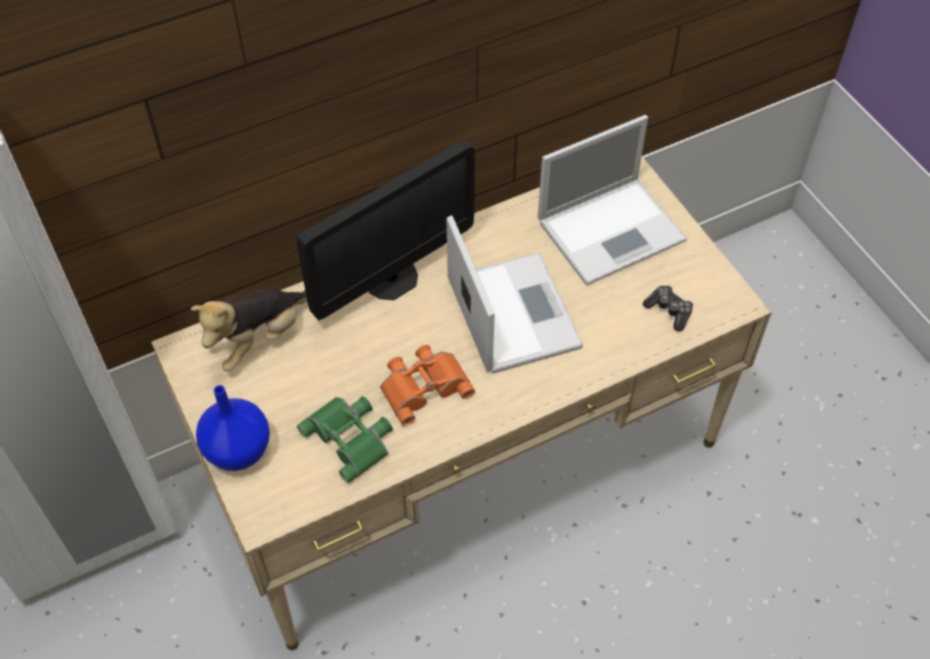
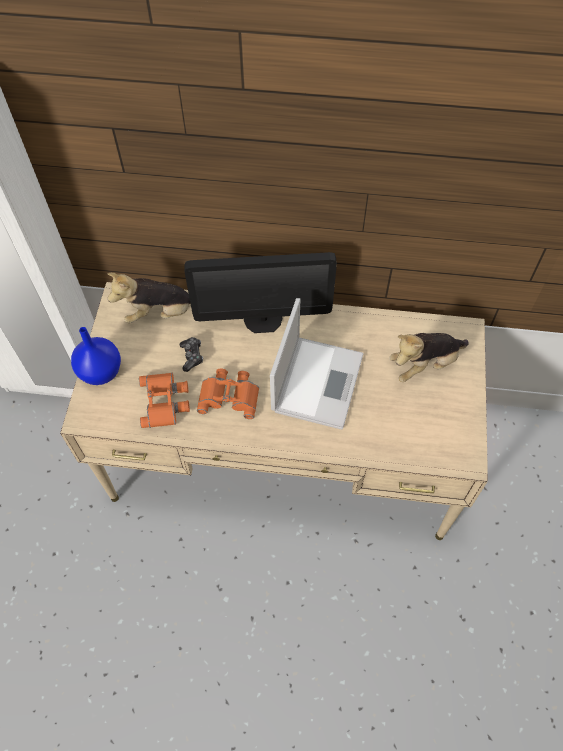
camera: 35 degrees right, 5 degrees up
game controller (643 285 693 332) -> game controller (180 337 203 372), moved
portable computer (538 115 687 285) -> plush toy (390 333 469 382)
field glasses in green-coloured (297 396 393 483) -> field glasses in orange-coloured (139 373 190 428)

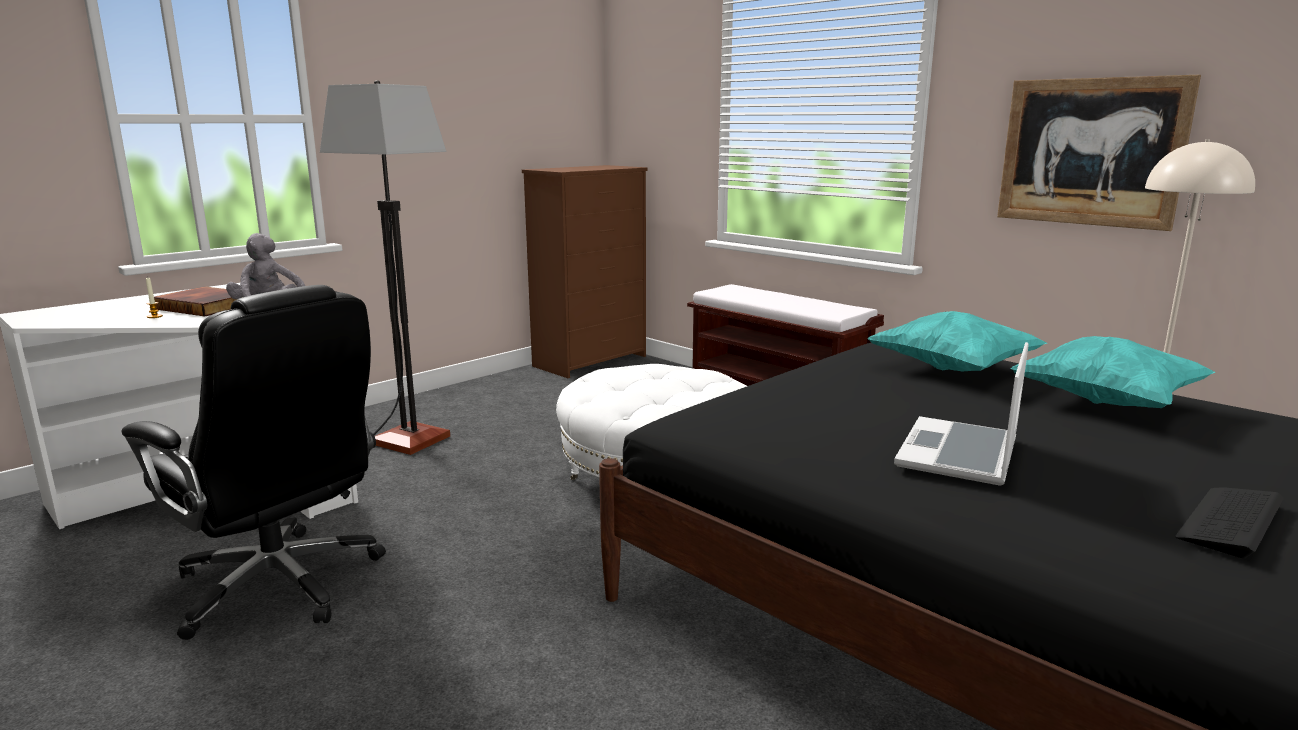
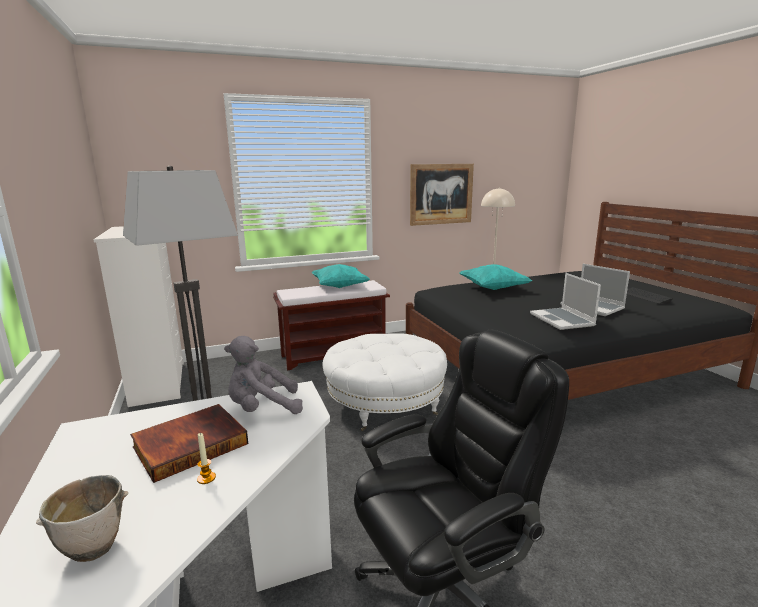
camera: 65 degrees left, 0 degrees up
none -> bowl (36 475 128 562)
none -> portable computer (530 273 601 330)
cushion in turquoise-coloured (1010 336 1215 408) -> cushion in turquoise-coloured (311 264 370 288), moved
chest of drawers in brown-coloured (522 165 648 378) -> chest of drawers in white-coloured (93 226 184 407)

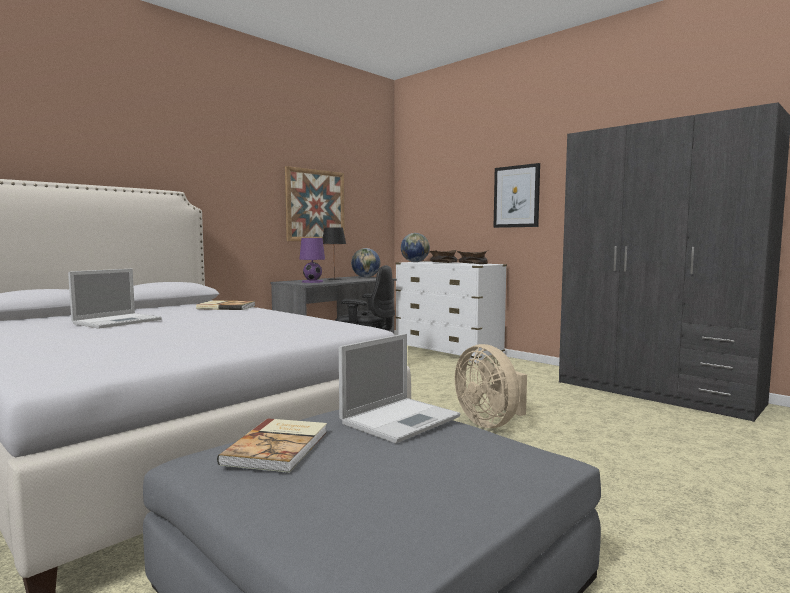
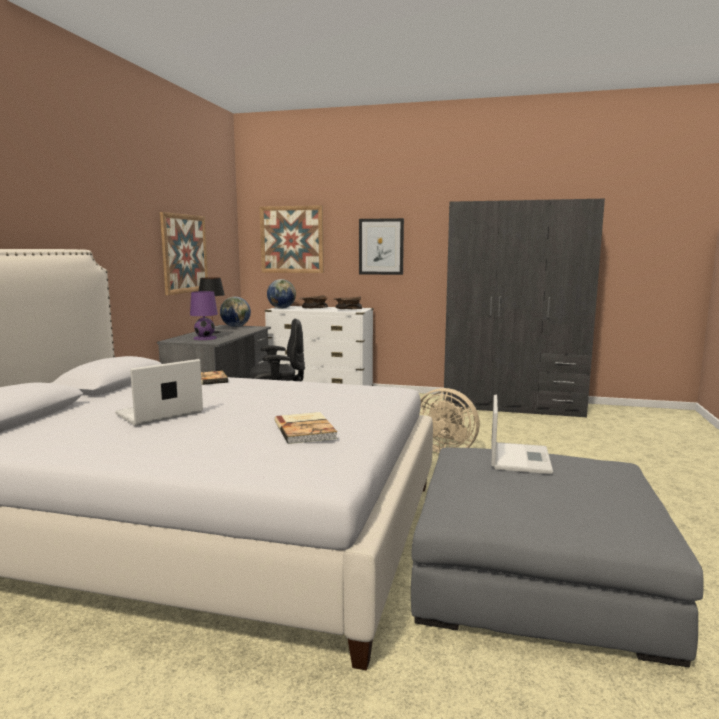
camera: 30 degrees left, 5 degrees up
none -> wall picture (260 205 324 273)
volume (217 418 327 473) -> volume (275 412 338 444), moved
portable computer (68 269 162 329) -> portable computer (115 359 203 426), 135 degrees counterclockwise

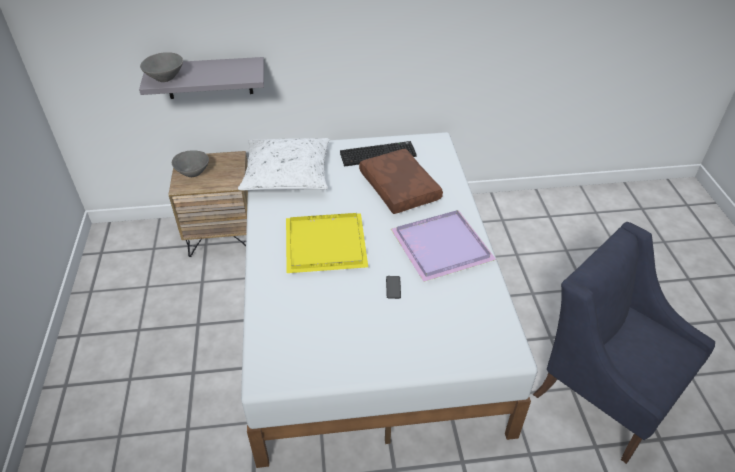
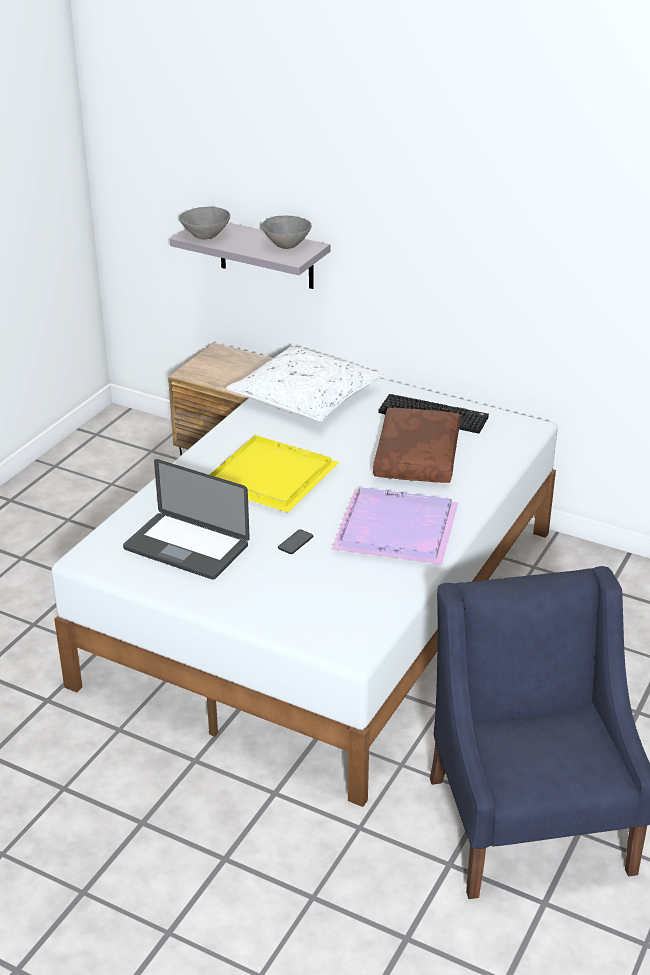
camera: 35 degrees right, 10 degrees down
none -> portable computer (123 459 250 580)
bowl in greyish (172 150 209 177) -> bowl in greyish (262 215 312 249), moved

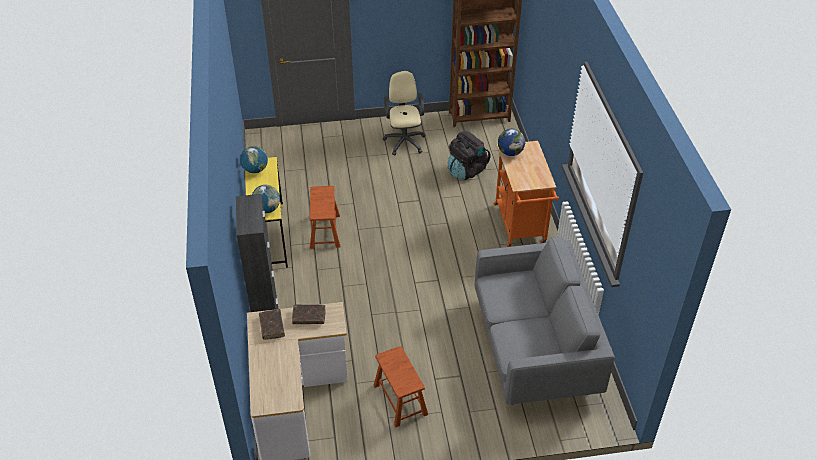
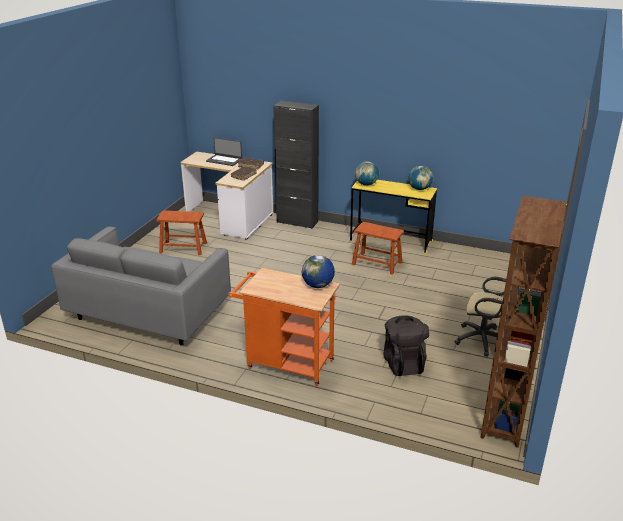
camera: 120 degrees right, 15 degrees down
none -> portable computer (206 137 242 166)

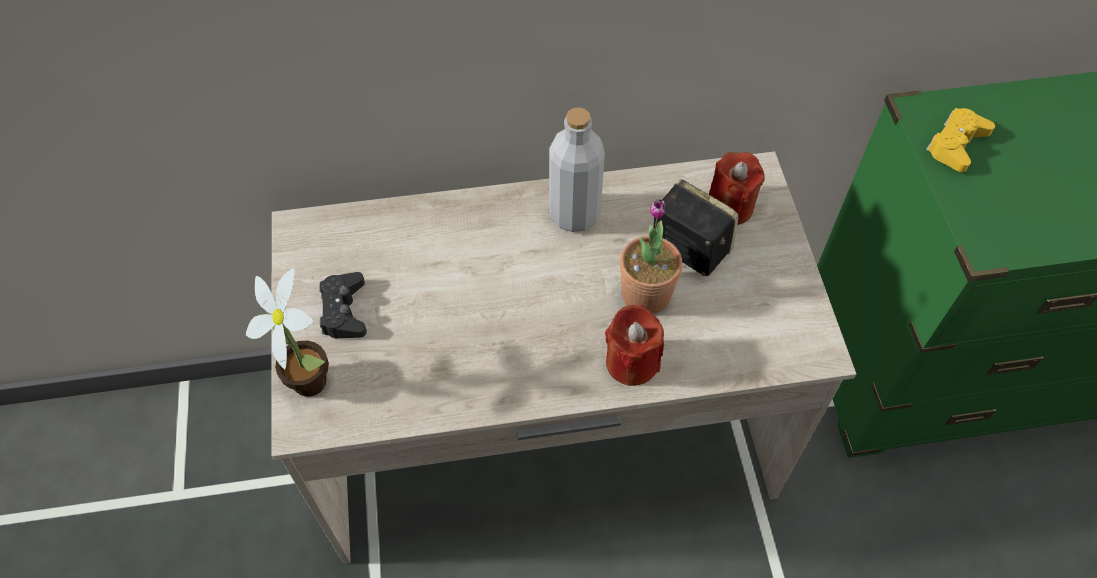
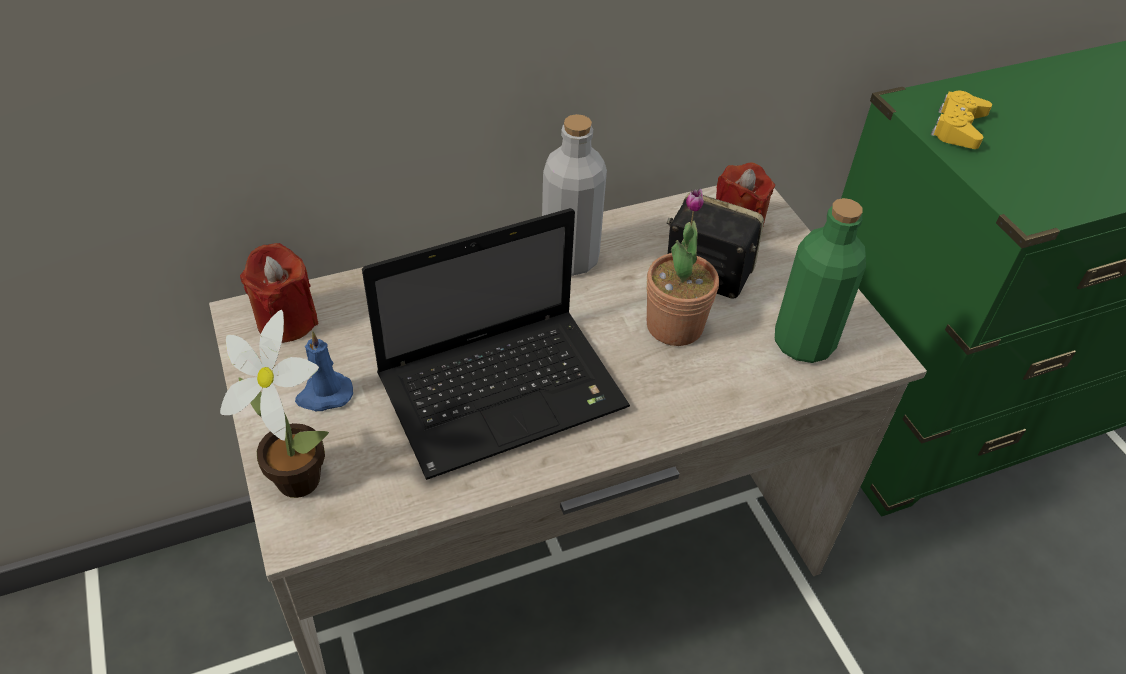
camera: 15 degrees left, 10 degrees down
none -> portable computer (362 208 630 480)
none -> drink bottle in green-coloured (775 198 866 363)
candle in reddish (605 305 664 386) -> candle in reddish (240 243 318 343), moved
game controller in black (319 272 367 338) -> candle in blue-coloured (295 331 353 411)

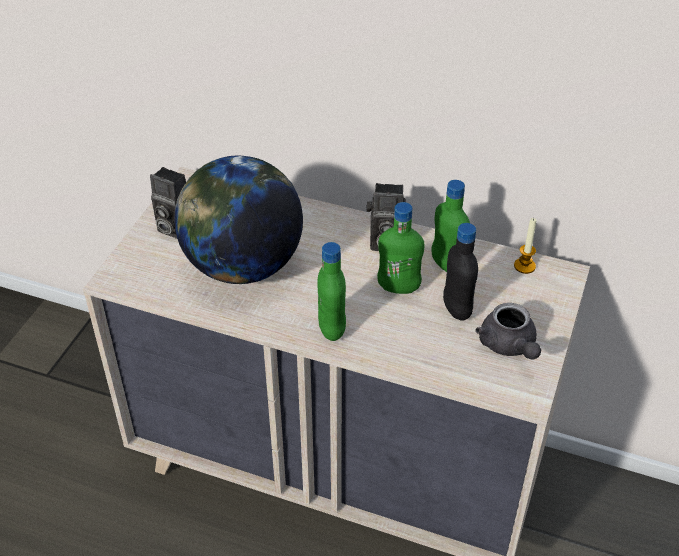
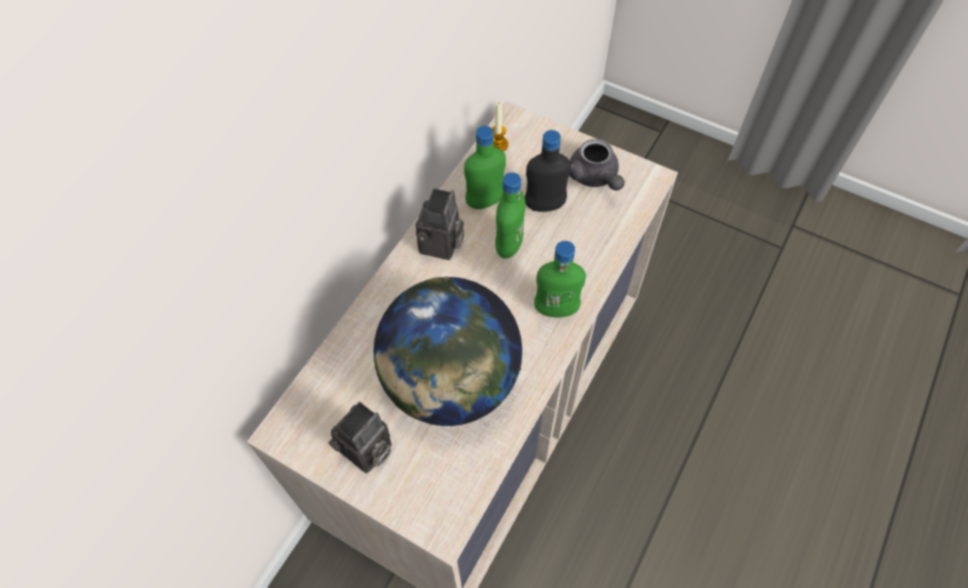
camera: 80 degrees left, 15 degrees up
pot for tea in greyish (475 303 541 360) -> pot for tea in greyish (570 139 625 191), 75 degrees clockwise

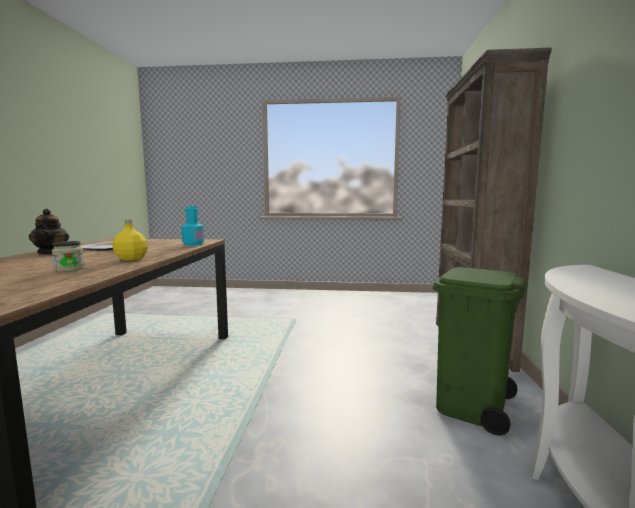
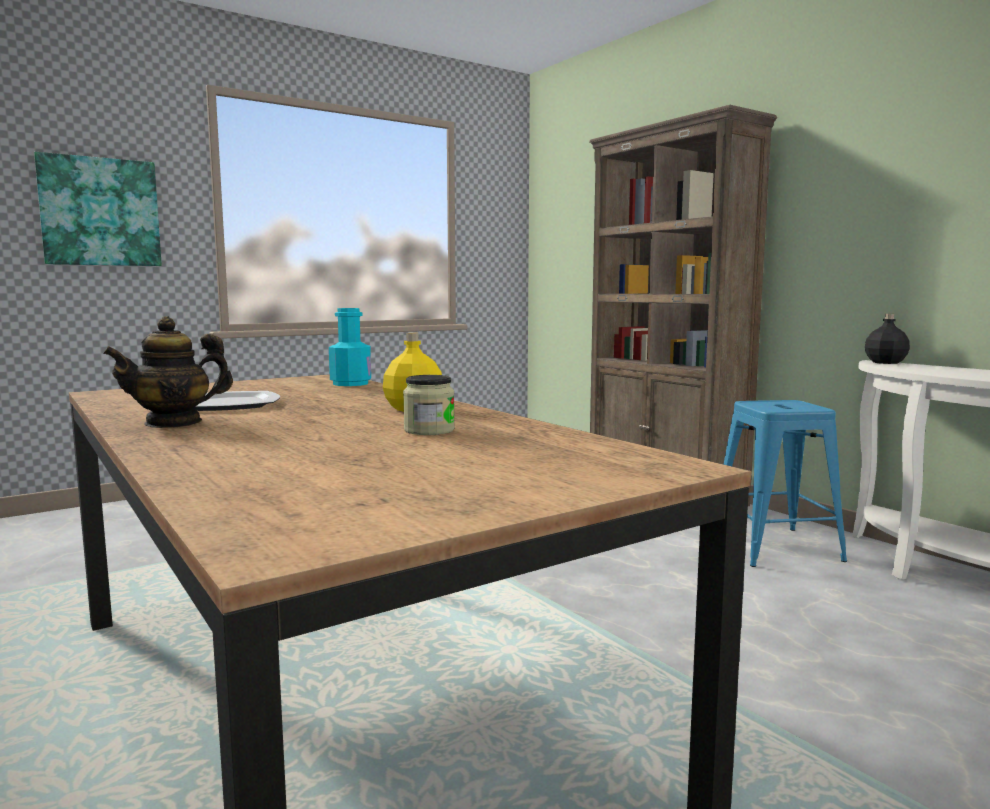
camera: 40 degrees left, 0 degrees up
none -> wall picture (34 152 162 266)
none -> drink bottle in black (865 314 910 364)
waste bin in green-coloured (433 267 526 436) -> stool in blue-coloured (724 400 847 567)
pot for tea (29 209 69 254) -> pot for tea (103 316 233 428), 120 degrees clockwise

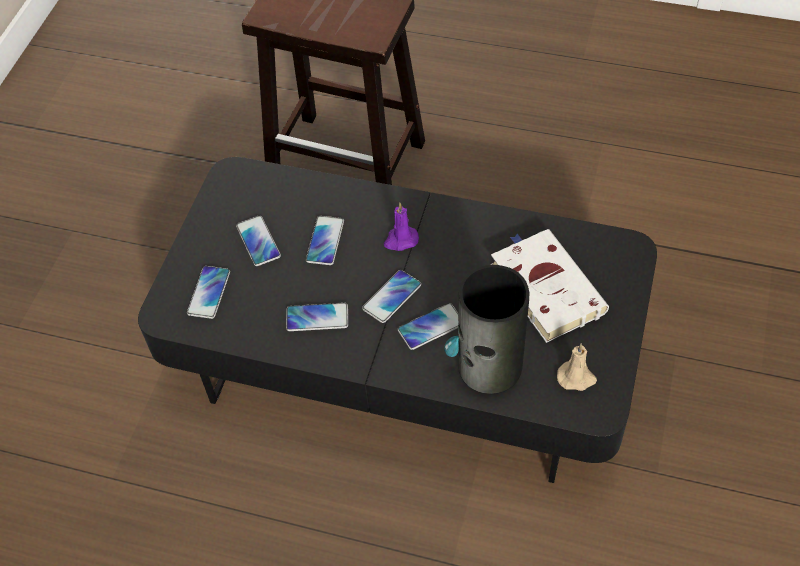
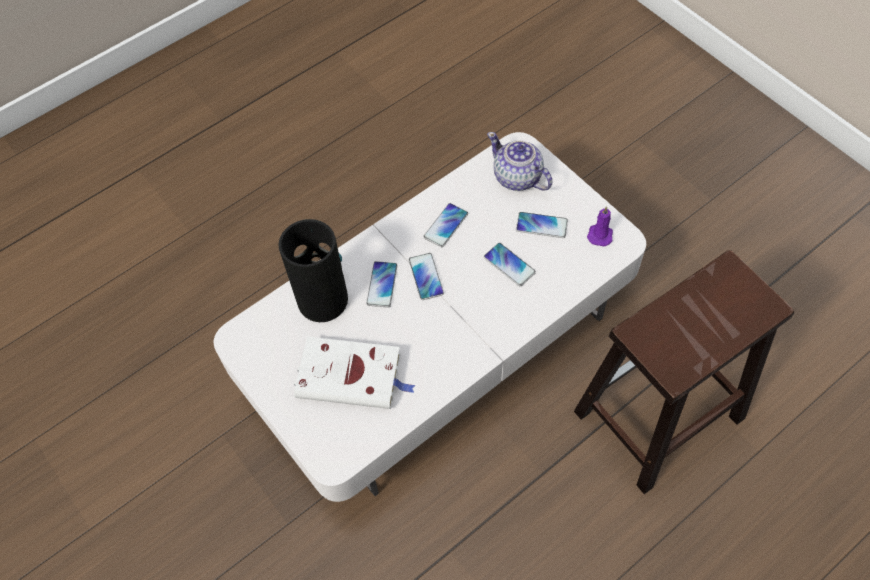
camera: 125 degrees right, 5 degrees up
candle in beige-coloured (557 343 597 391) -> none
candle in purple-coloured (384 203 419 251) -> candle in purple-coloured (587 206 613 246), moved
phone (187 266 230 319) -> pot for tea (487 132 552 191)
lounge table in black (138 157 657 483) -> lounge table in white-coloured (214 132 646 502)

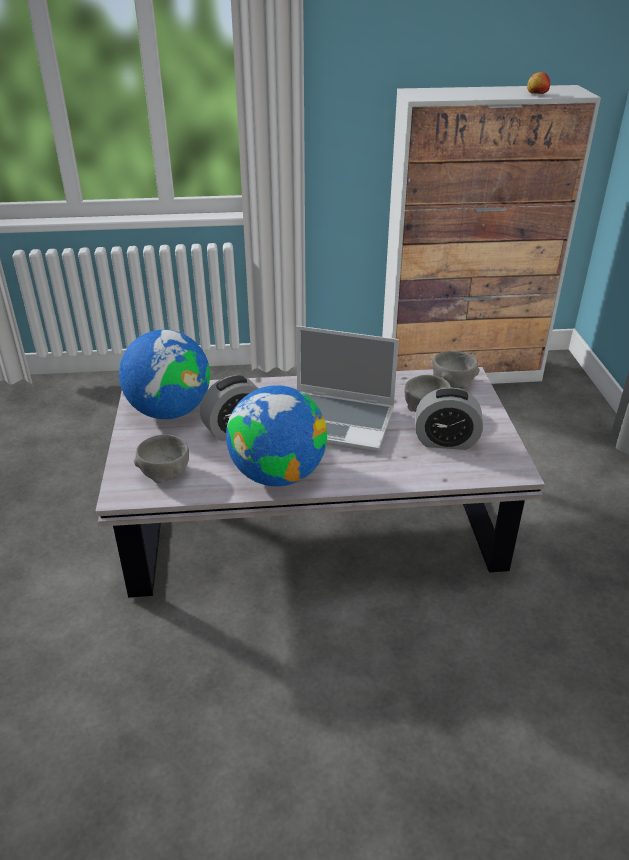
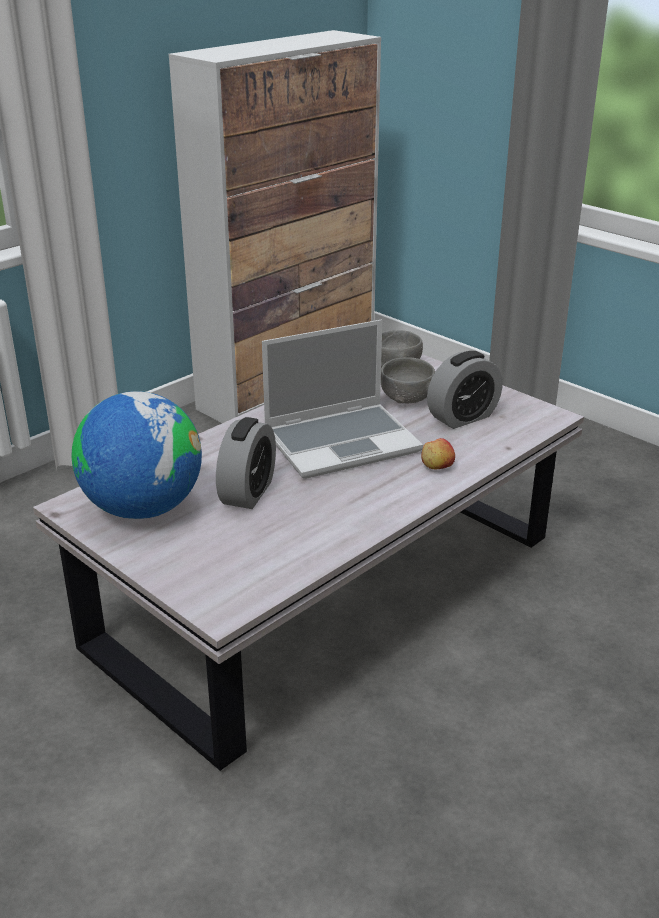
camera: 40 degrees left, 5 degrees down
bowl in greyish (134 434 189 483) -> none
world globe (226 385 327 486) -> none
apple fruit (527 72 550 94) -> apple fruit (421 438 455 469), moved

